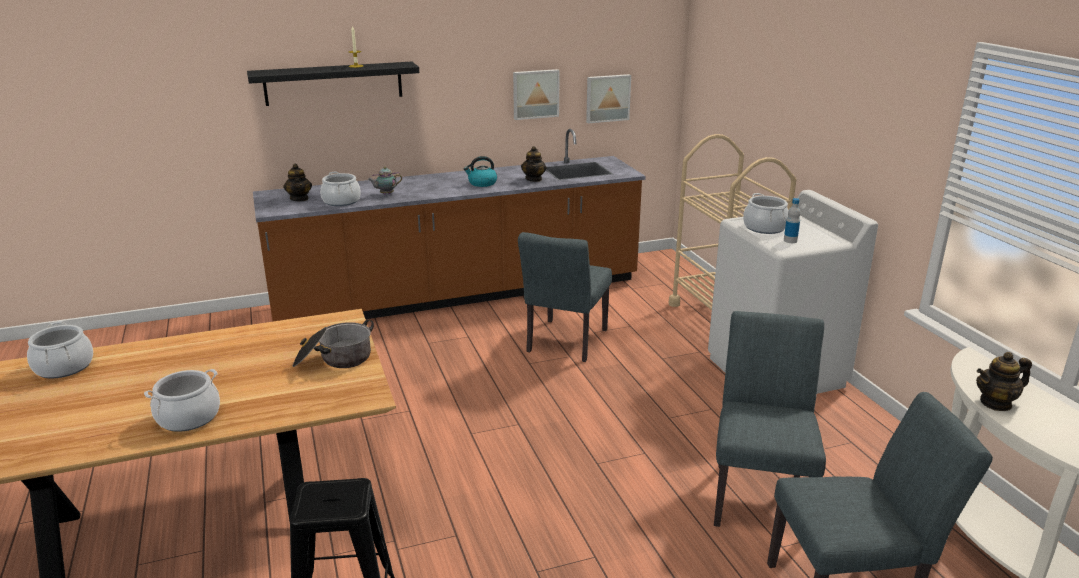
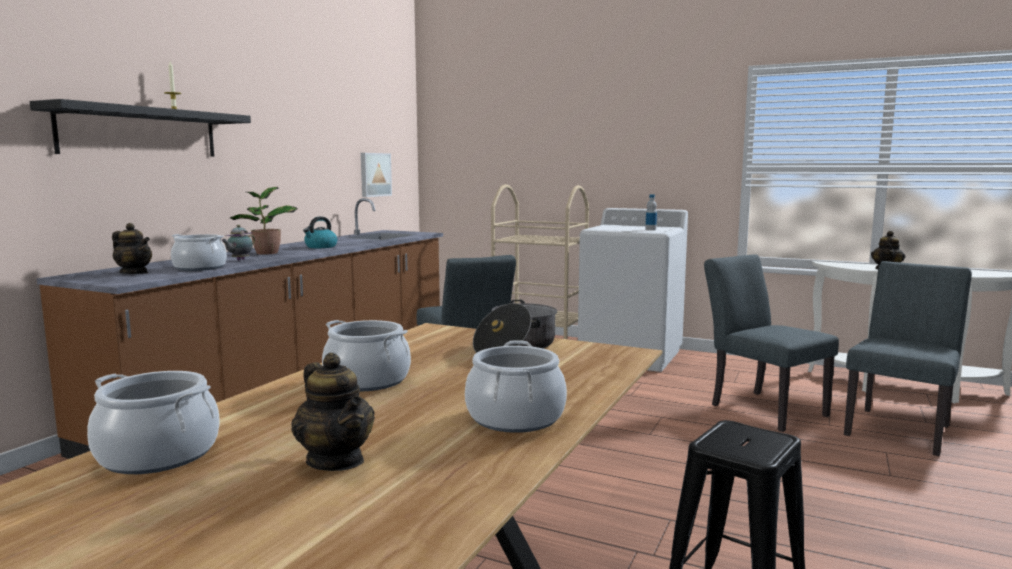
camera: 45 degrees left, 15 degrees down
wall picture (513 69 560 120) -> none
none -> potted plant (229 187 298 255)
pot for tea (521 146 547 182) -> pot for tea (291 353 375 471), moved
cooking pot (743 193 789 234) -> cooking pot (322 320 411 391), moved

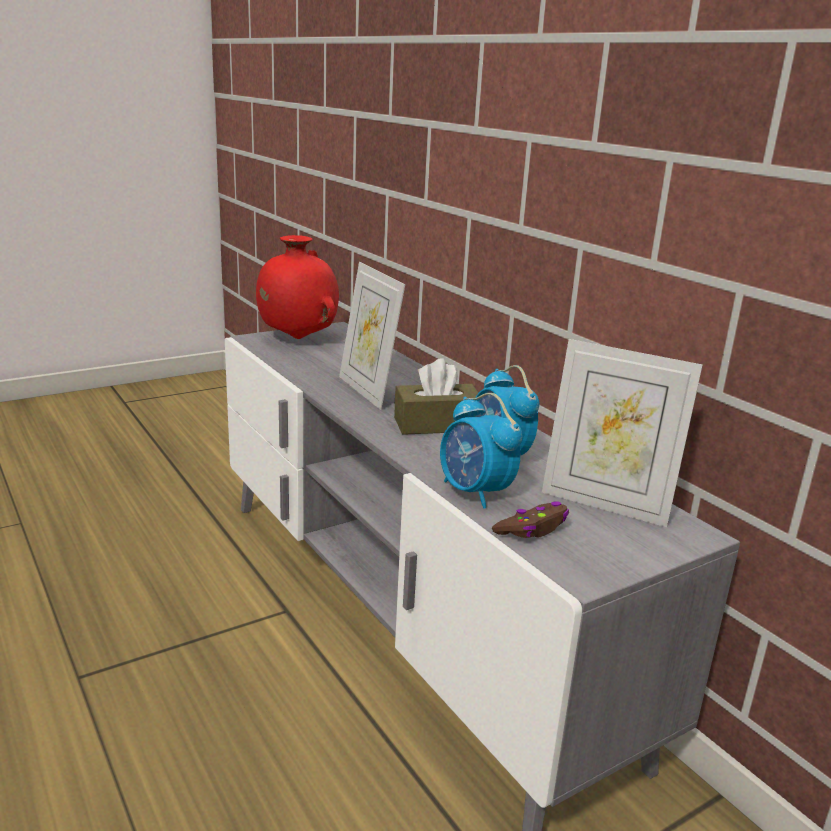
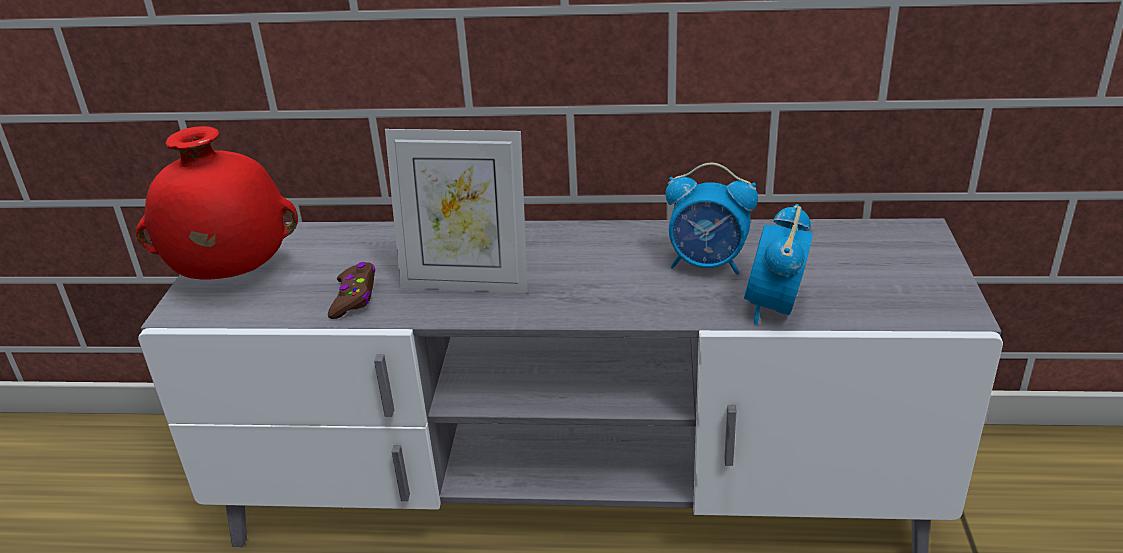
camera: 50 degrees left, 10 degrees up
tissue holder in brown-coloured (394 358 479 435) -> none
standing frame (542 339 703 527) -> none
game controller in brown-coloured (492 501 569 538) -> game controller in brown-coloured (328 262 375 319), moved
bedside clock (440 393 522 509) -> bedside clock (744 204 813 325), 105 degrees clockwise

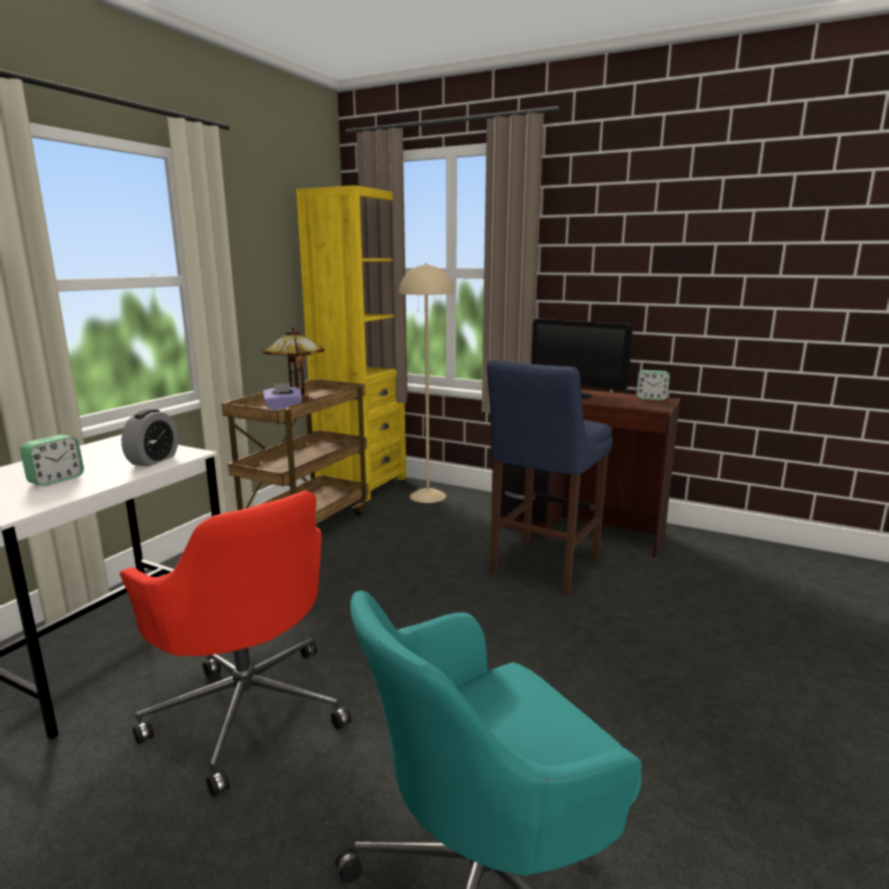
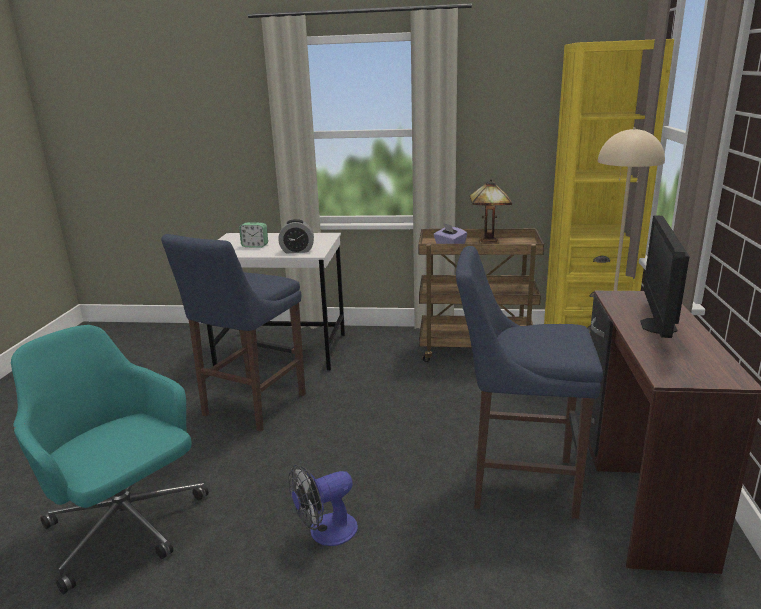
camera: 70 degrees right, 5 degrees up
bedside clock (636 370 670 401) -> none
none -> cooling fan (288 465 358 546)
computer chair in reddish (120 491 352 797) -> stool in blue-coloured (161 234 306 432)

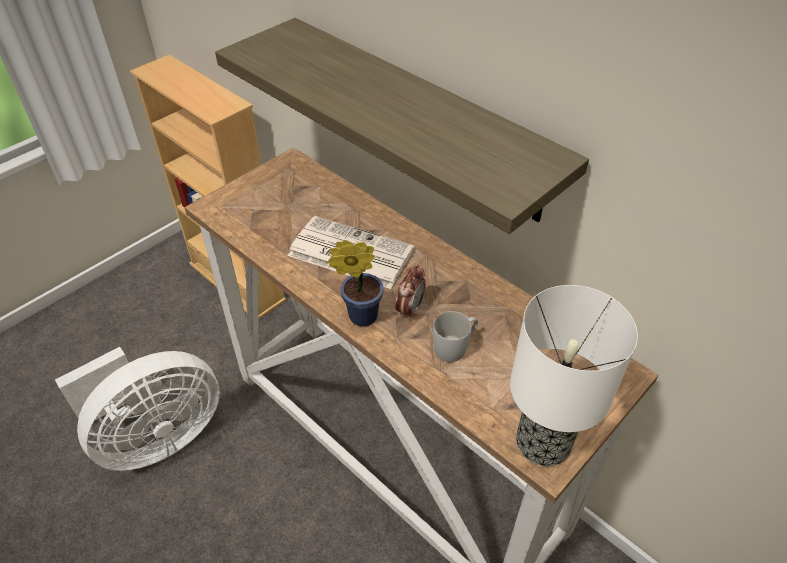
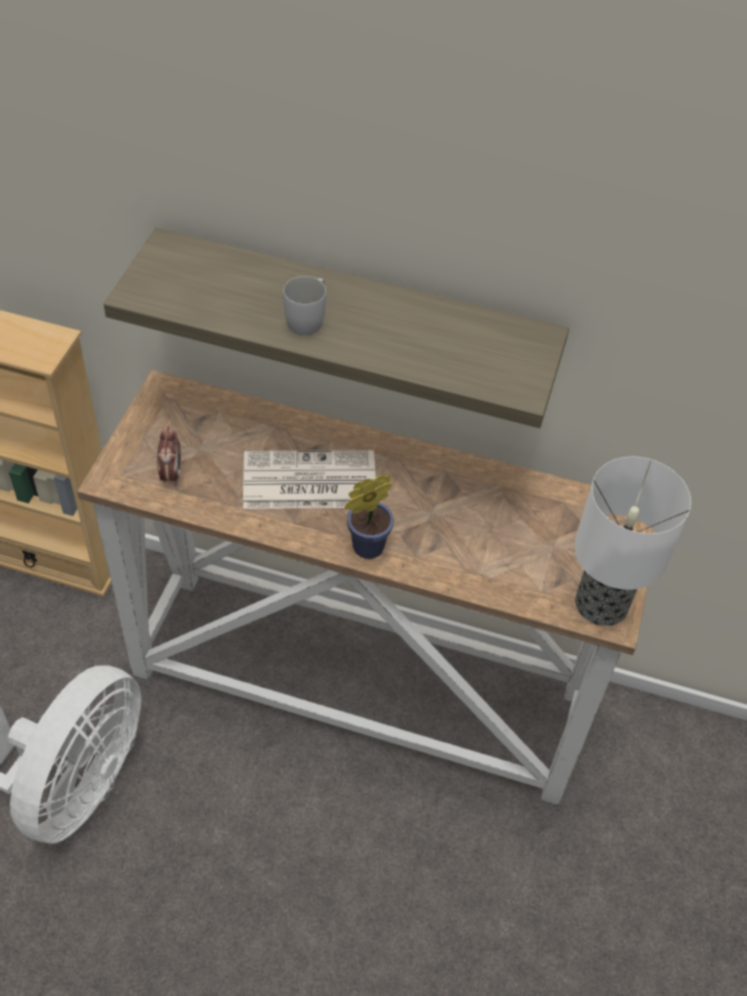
camera: 30 degrees left, 5 degrees up
bedside clock (395 264 426 320) -> bedside clock (157 426 181 485), moved
coffee mug in white-coloured (433 311 478 362) -> coffee mug in white-coloured (283 276 326 335), moved

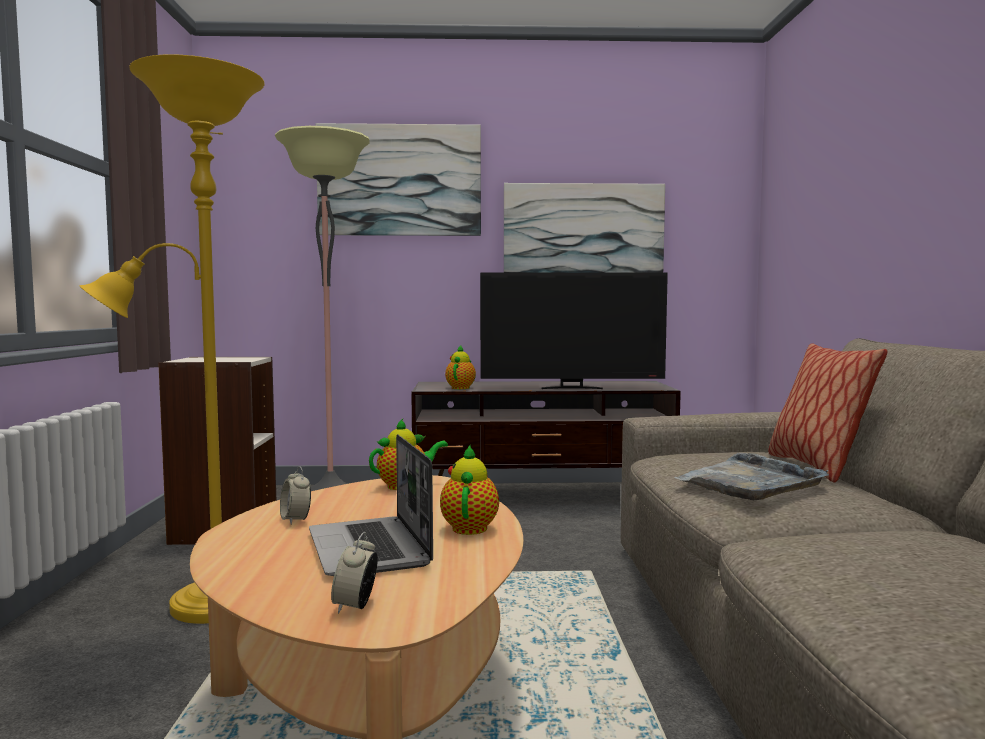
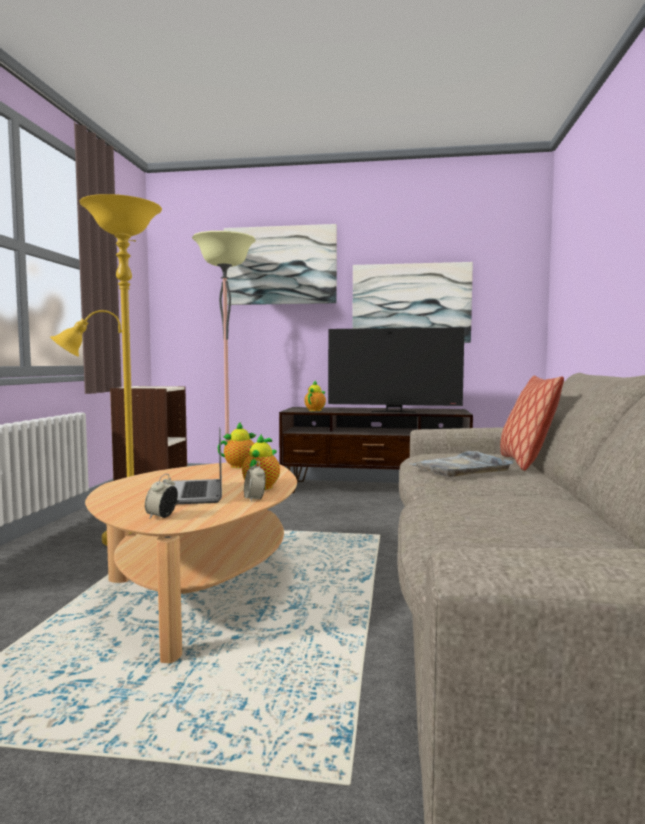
camera: 10 degrees right, 0 degrees up
bedside clock (280 466 311 524) -> bedside clock (244 461 266 502), moved

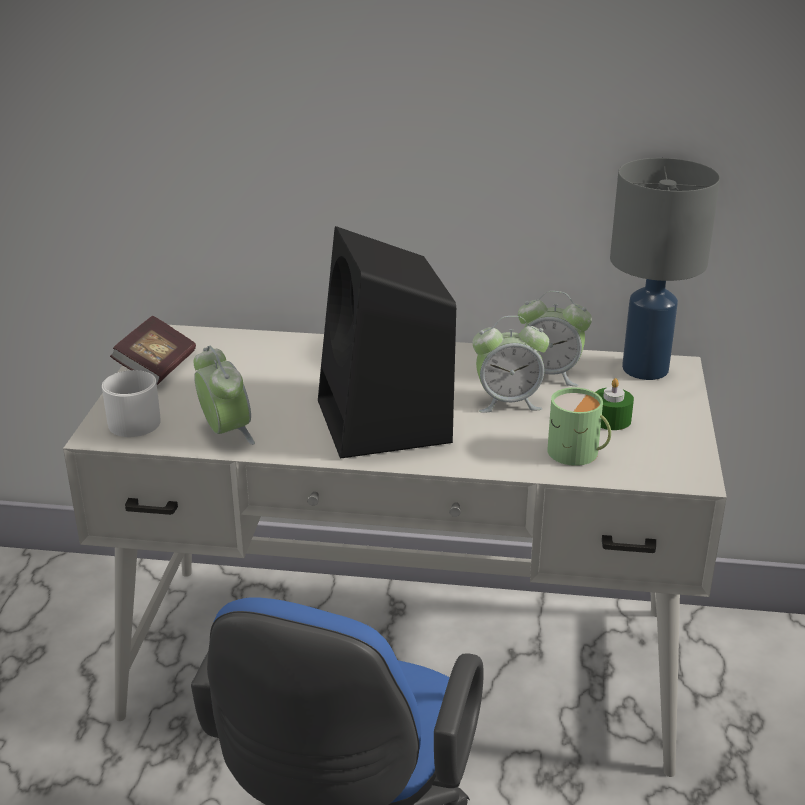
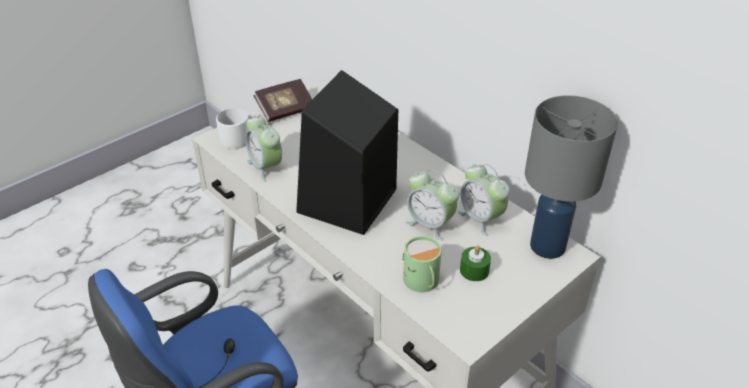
camera: 40 degrees right, 10 degrees up
bedside clock (194 346 255 445) -> bedside clock (245 115 282 182), 135 degrees clockwise

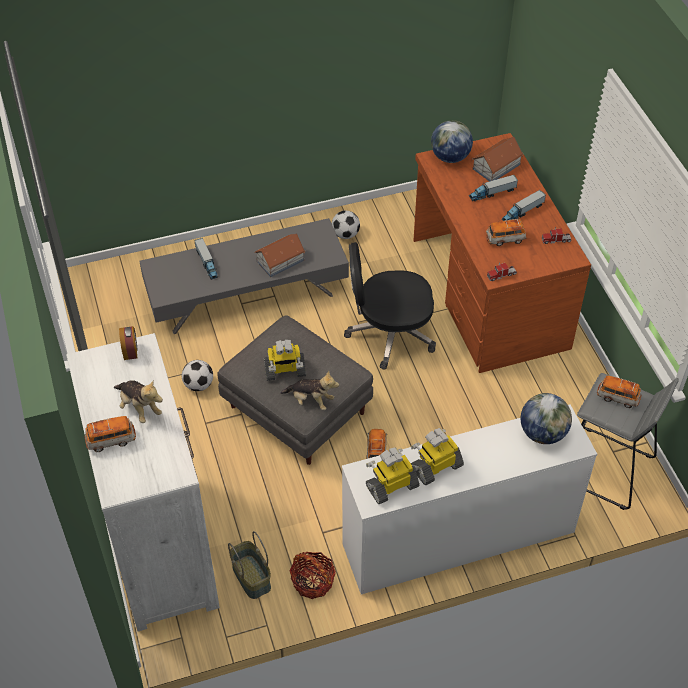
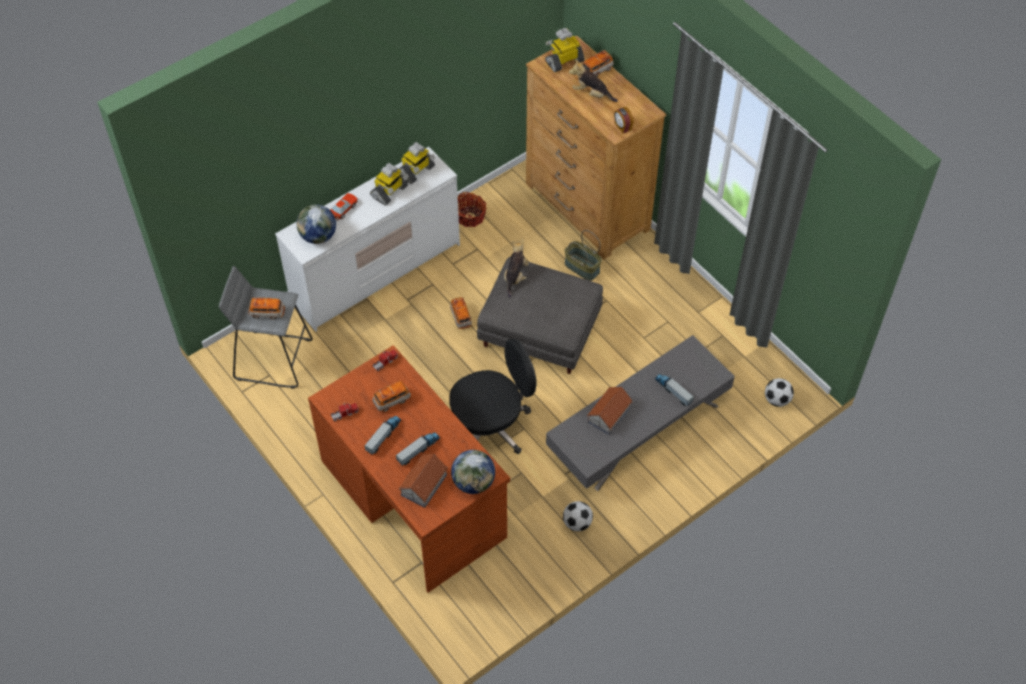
camera: 160 degrees right, 5 degrees up
none -> toy car (330 193 358 221)
football (182 360 213 391) -> football (765 378 794 407), moved
storage basket (228 531 271 599) -> storage basket (564 230 602 281), moved
toy robot (264 339 306 381) -> toy robot (545 28 585 72), moved
chest of drawers in white-coloured (66 333 220 631) -> chest of drawers in brown-coloured (526 35 666 259)
plush toy (280 371 339 410) -> plush toy (504 239 529 298), 105 degrees clockwise

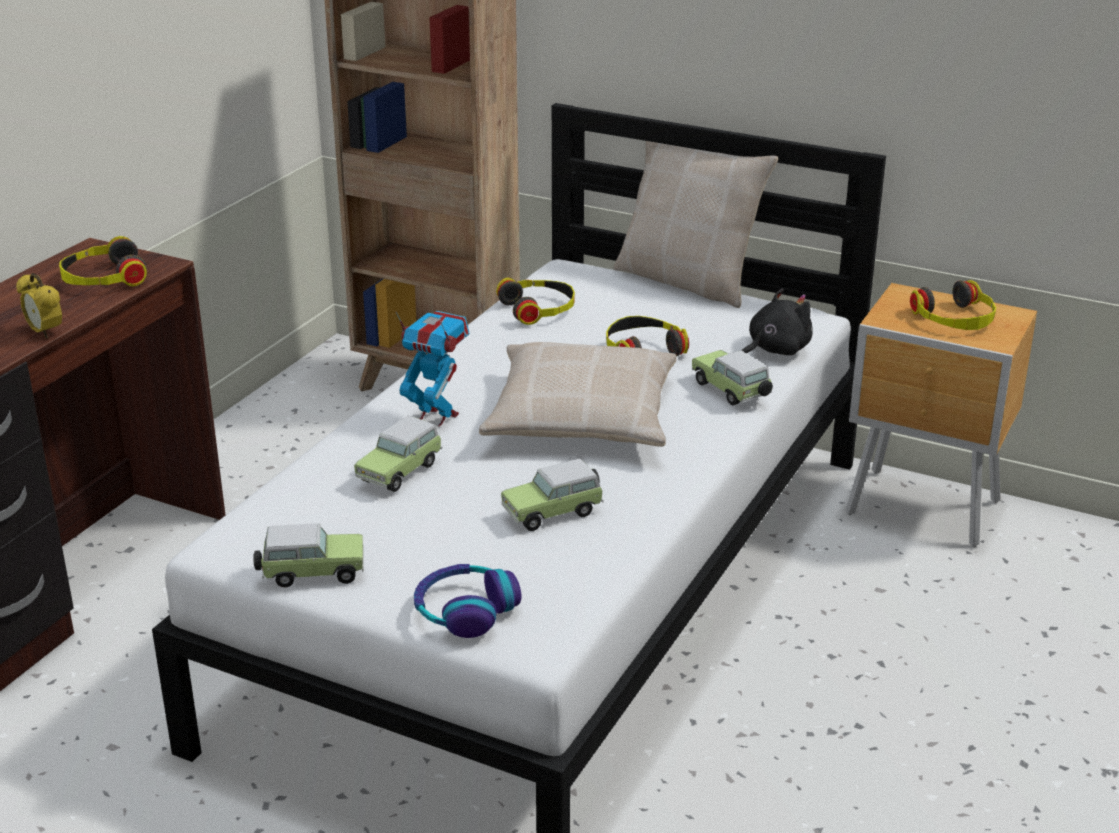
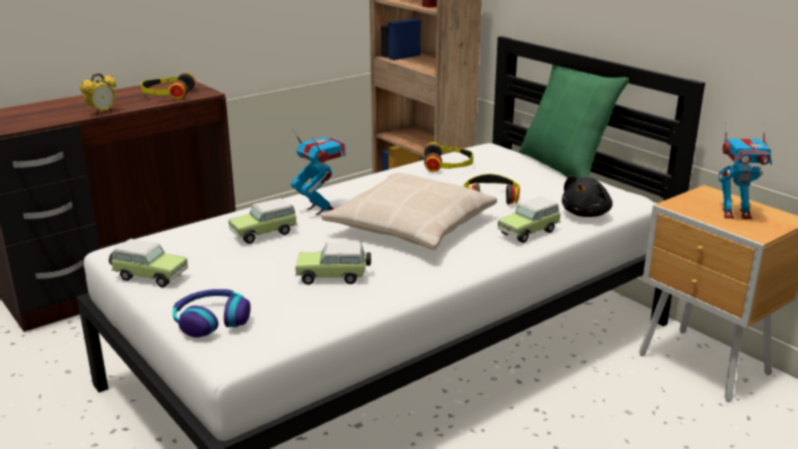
camera: 25 degrees right, 5 degrees down
pair of headphones (910 280 996 330) -> toy robot (718 121 772 219)
cushion in beige-coloured (613 141 778 308) -> cushion in green-coloured (519 65 629 179)
bedside clock (16 273 62 339) -> bedside clock (80 73 116 115), 120 degrees counterclockwise
toy car (692 350 773 405) -> toy car (498 196 561 243), 120 degrees counterclockwise
plush toy in black (742 288 813 355) -> plush toy in black (562 175 613 217), 135 degrees clockwise

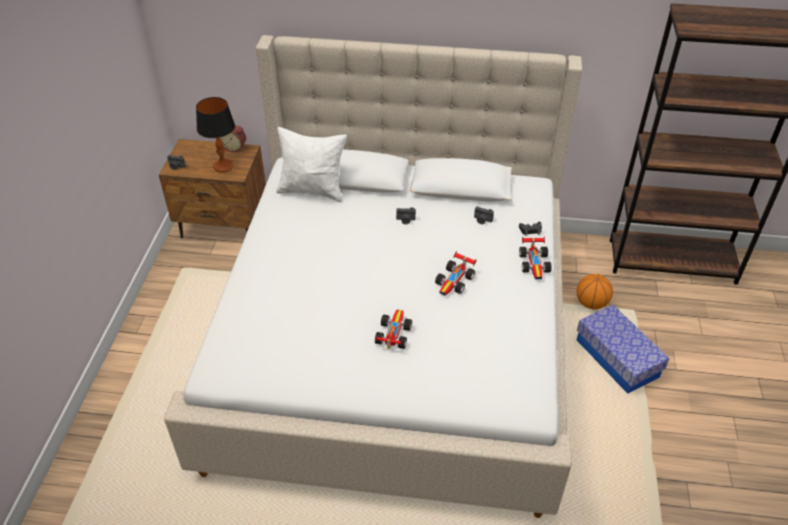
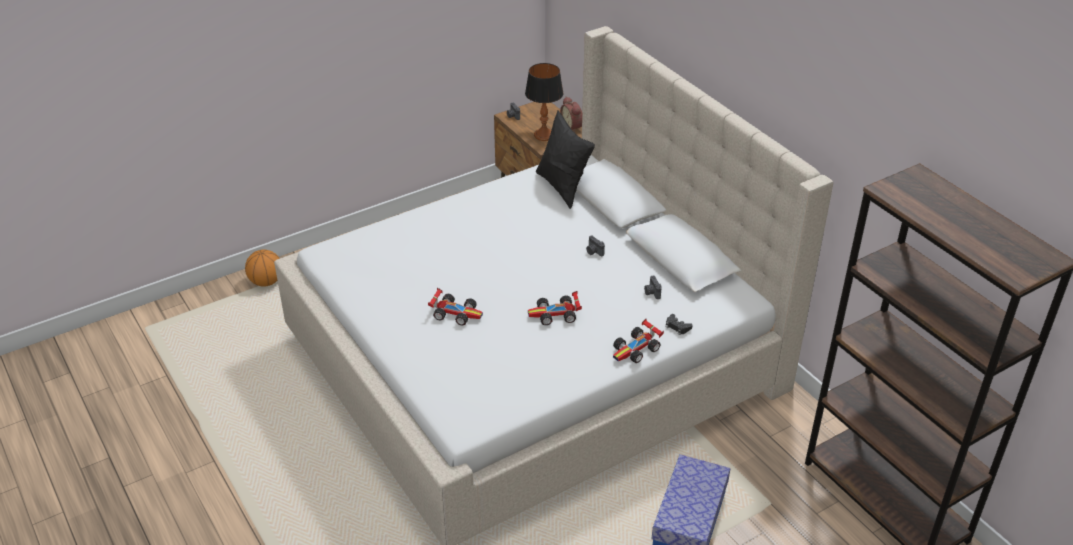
camera: 50 degrees right, 5 degrees down
basketball ball (577 274 613 309) -> basketball ball (245 250 280 287), moved
cushion in white-coloured (276 127 347 203) -> cushion in black (536 111 595 209)
toy car (375 310 412 349) -> toy car (428 288 483 326), 45 degrees clockwise

